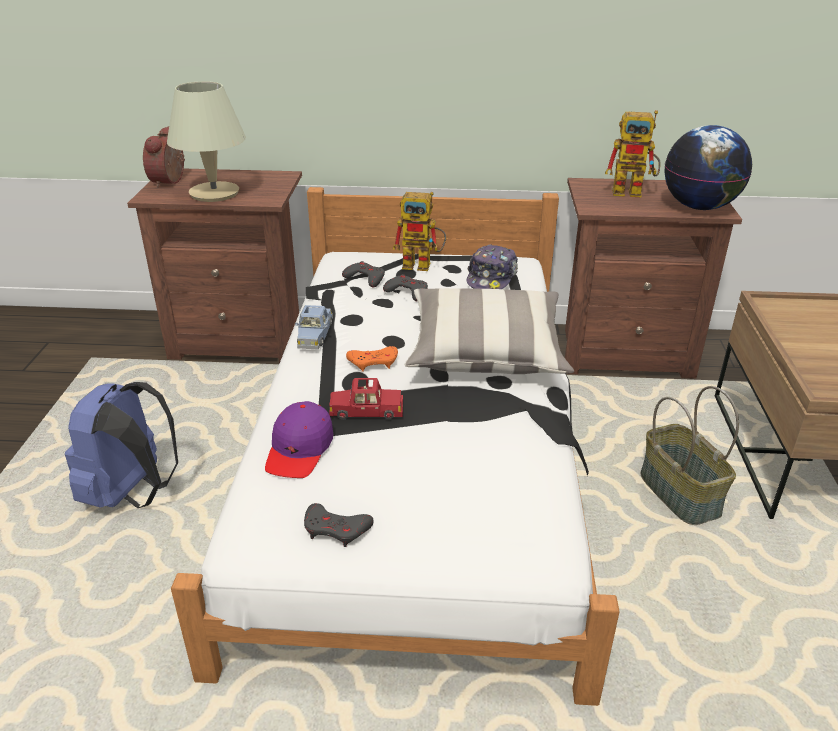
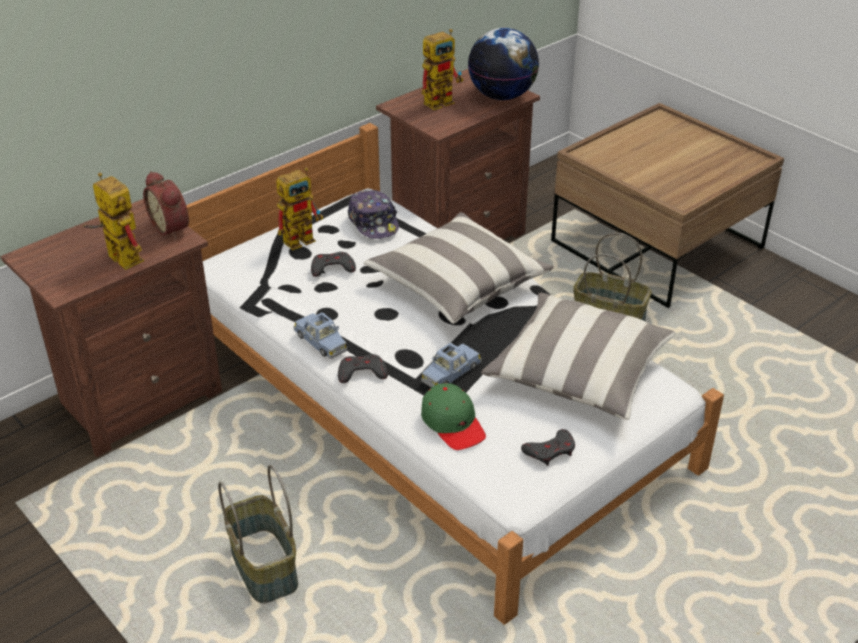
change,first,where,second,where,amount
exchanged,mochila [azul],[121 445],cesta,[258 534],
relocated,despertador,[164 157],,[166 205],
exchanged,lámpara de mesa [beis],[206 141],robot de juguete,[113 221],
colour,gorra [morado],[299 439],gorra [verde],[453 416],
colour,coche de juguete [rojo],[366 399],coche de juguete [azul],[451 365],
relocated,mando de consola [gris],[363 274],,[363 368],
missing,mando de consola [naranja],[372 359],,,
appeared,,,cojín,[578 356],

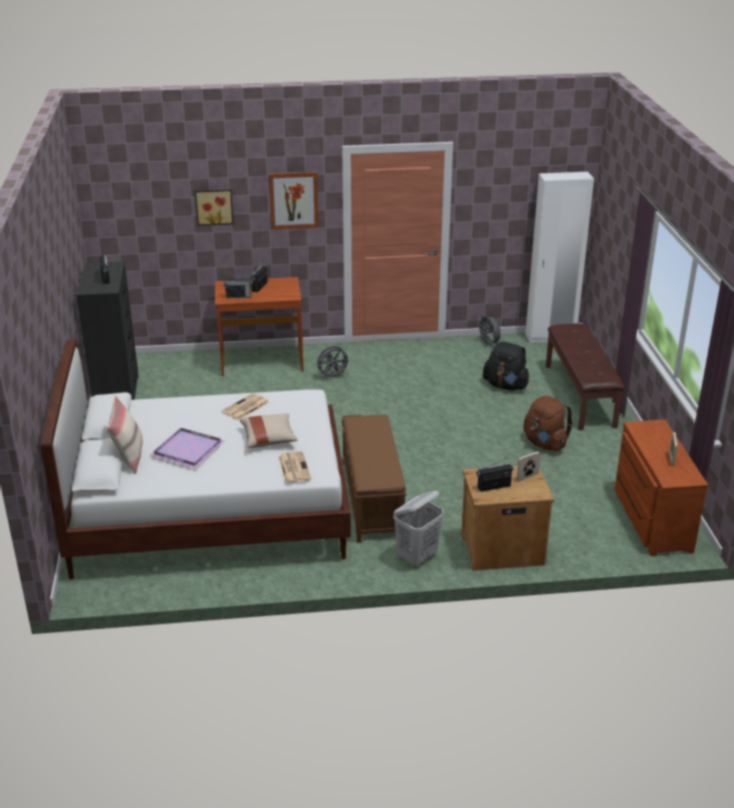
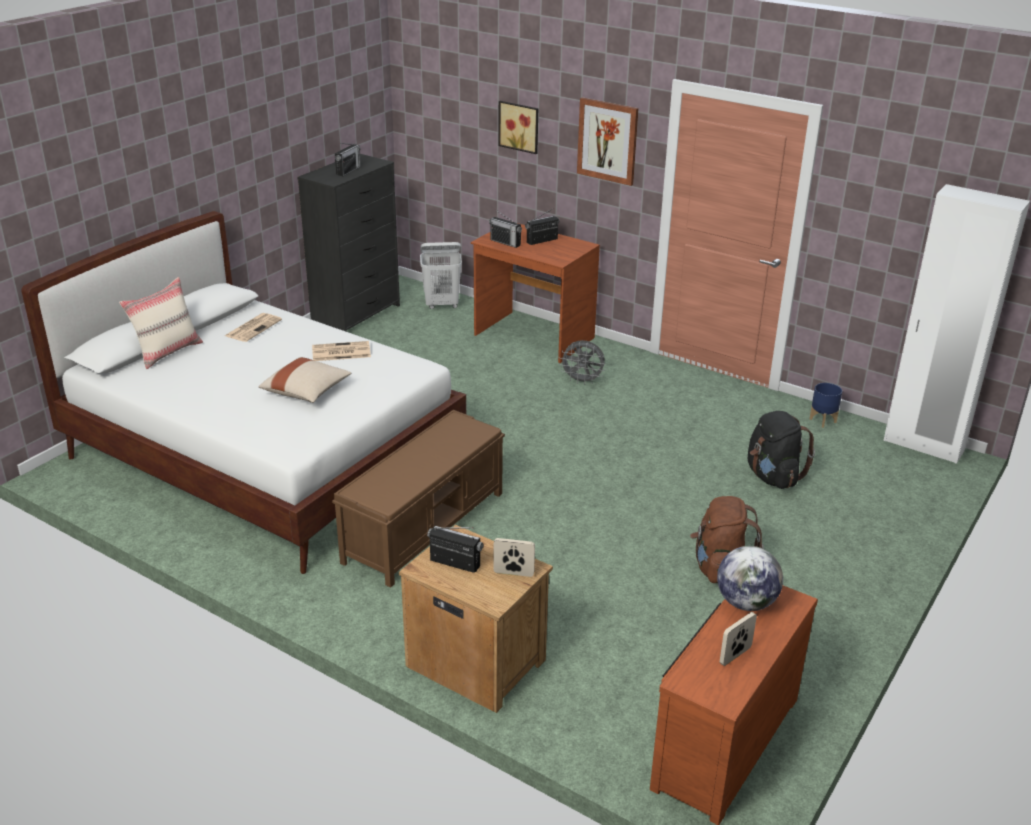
change,first,where,second,where,amount
missing,bandeja [morado],[187 448],,,
relocated,periódico,[294 467],,[253 327],
relocated,cesto de la ropa [blanco],[418 529],,[441 275],
exchanged,ventilador [gris],[489 330],maceta [azul],[825 405],
missing,banco [marrón],[585 377],,,
appeared,,,globo terráqueo,[750 578],

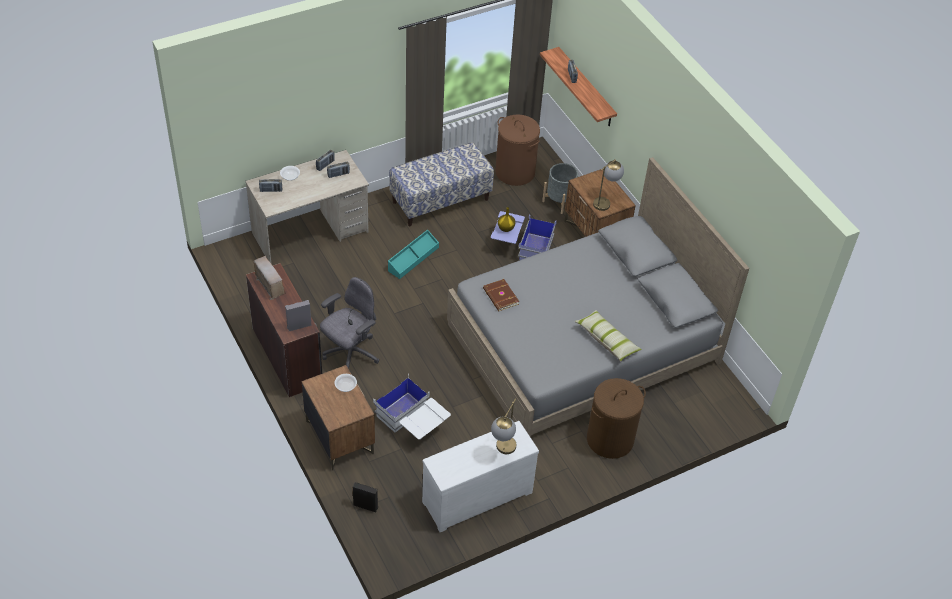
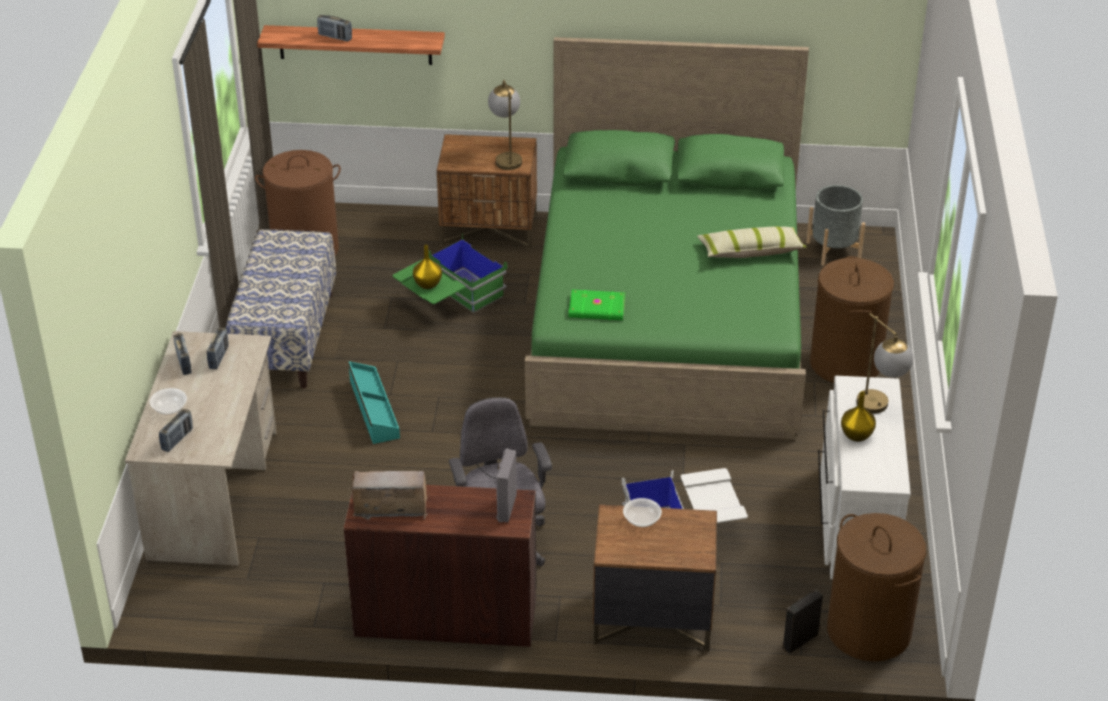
change,first,where,second,where,amount
colour,cama [gris],[598 297],cama [verde],[667 238],
colour,libro [marrón],[501 295],libro [verde],[596 305],
colour,caja de almacenaje [azul],[524 235],caja de almacenaje [verde],[450 273],
relocated,maceta [gris],[560 188],,[835 225],
appeared,,,cesto de la ropa [marrón],[876 587],
appeared,,,florero [amarillo],[858 416],

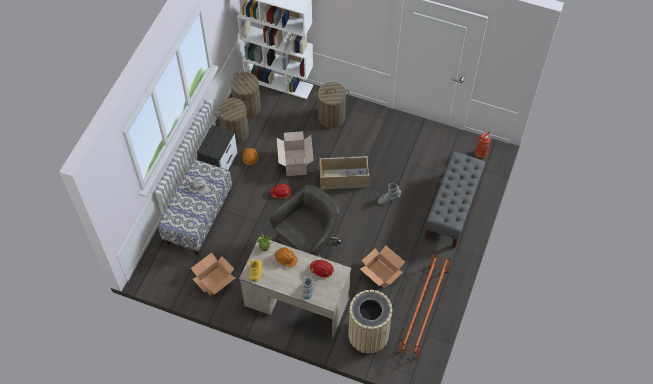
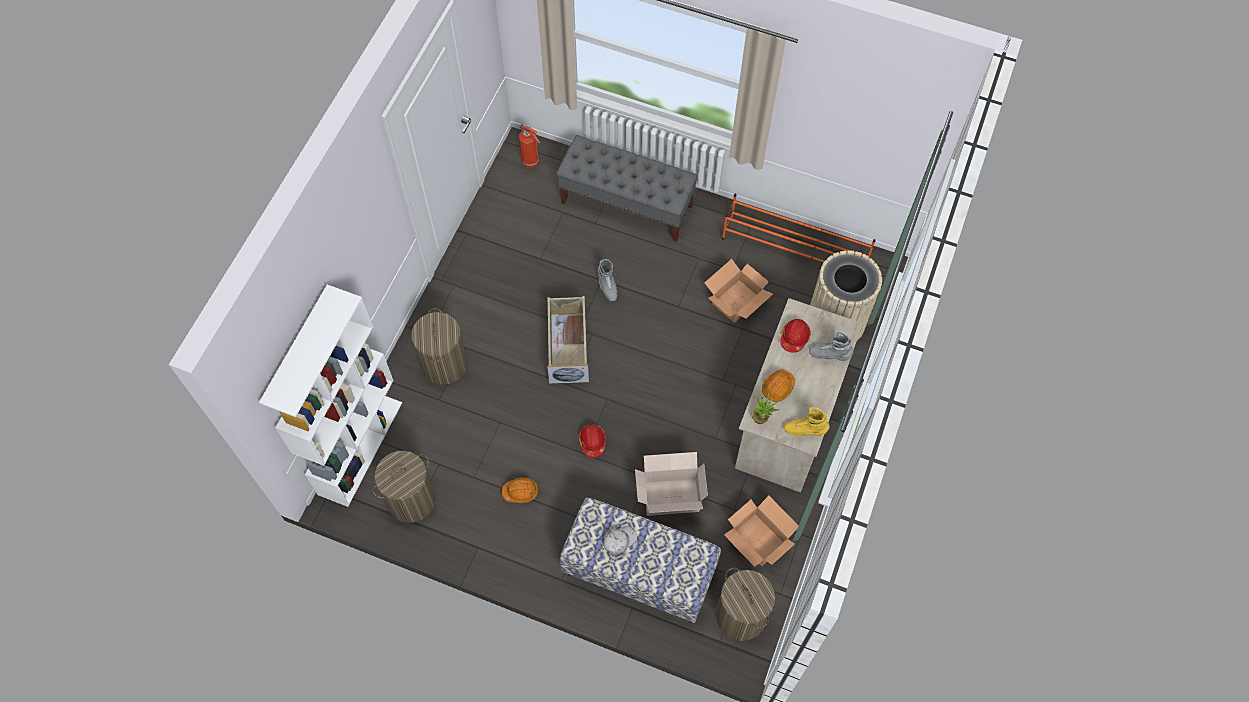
change,first,where,second,where,amount
missing,mesita de noche,[217 147],,,
relocated,cesto de la ropa,[232 121],,[745 604],
missing,silla de oficina [gris],[306 221],,,
relocated,caja de cartón,[295 153],,[671 484],

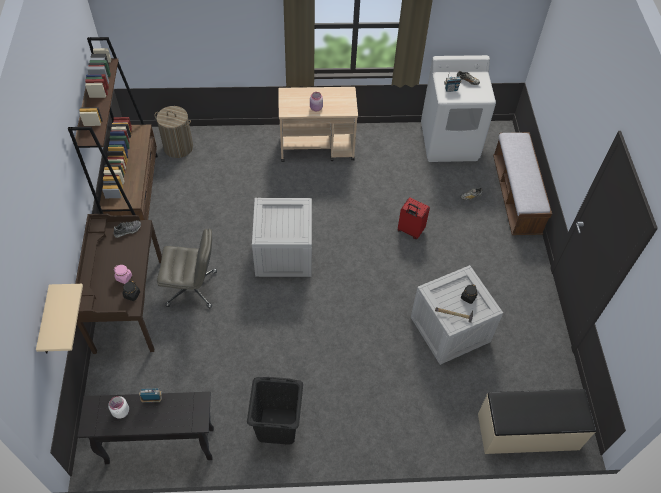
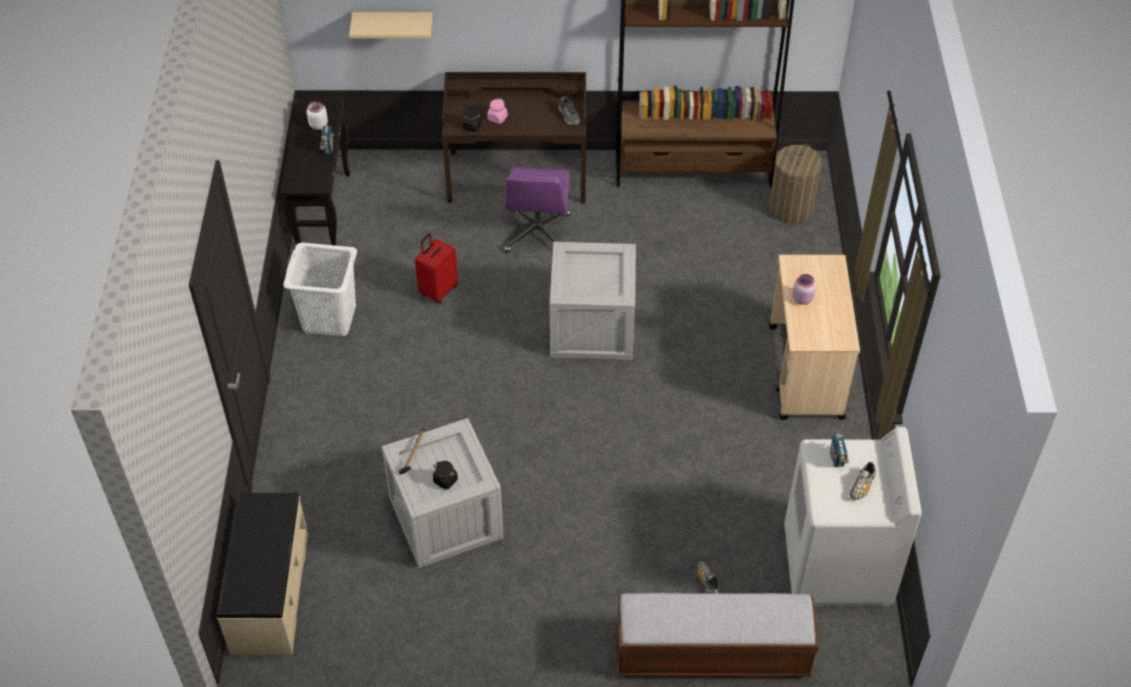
change,first,where,second,where,amount
colour,silla de oficina [gris],[187 269],silla de oficina [morado],[537 210],
colour,cesto de la ropa [negro],[275 411],cesto de la ropa [blanco],[320 289],
relocated,maleta [rojo],[414 218],,[436 268],

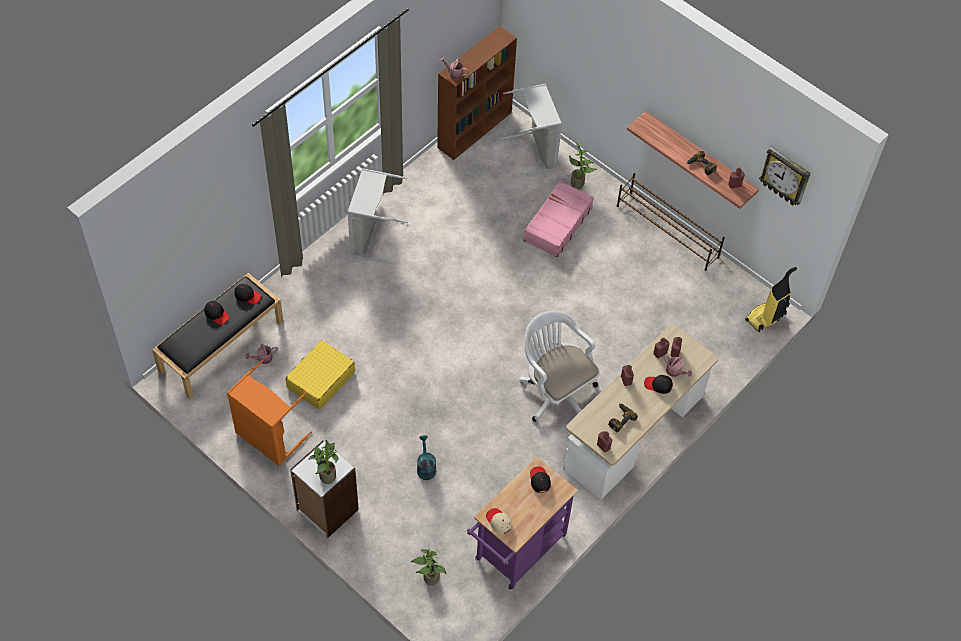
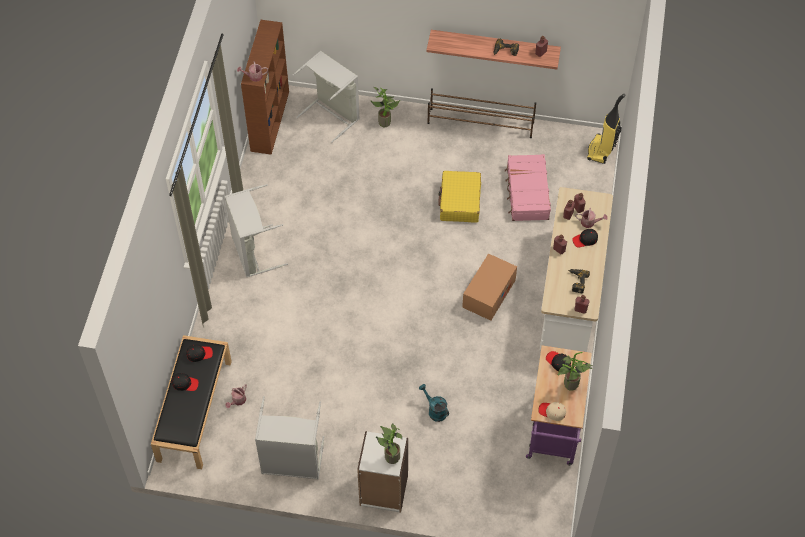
change,first,where,second,where,amount
colour,cesto de la ropa [naranja],[269 413],cesto de la ropa [gris],[289 437],
relocated,maleta [amarillo],[320 375],,[459 197],
relocated,planta en maceta,[429 567],,[575 371],
exchanged,silla de oficina [blanco],[559 366],caja de cartón,[489 287],
relocated,maleta [rosa],[558 219],,[528 187],
missing,reloj de pared,[785 176],,,

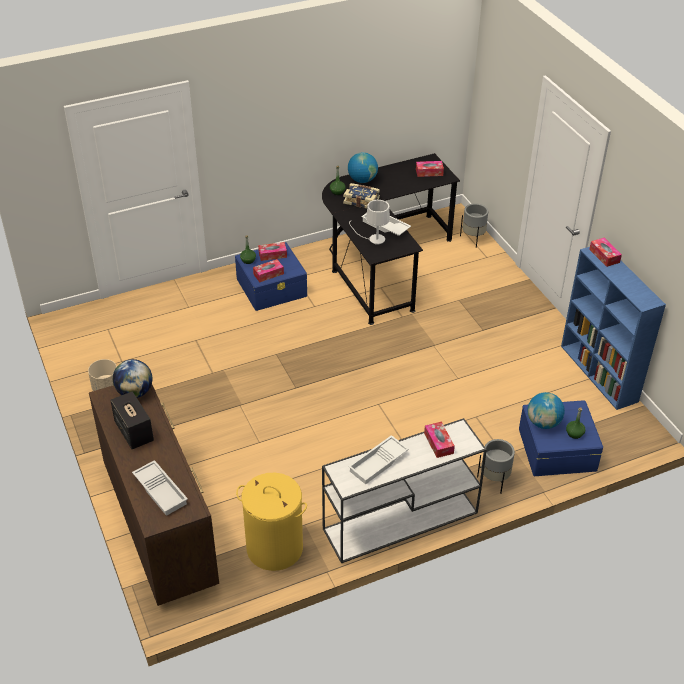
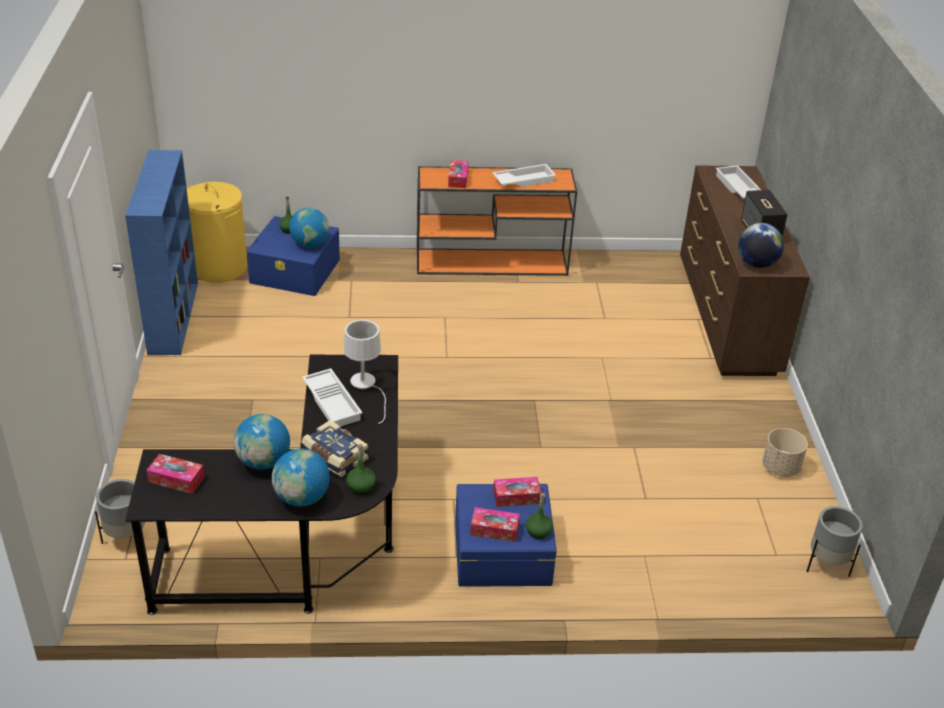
change,first,where,second,where,amount
relocated,cesto de la ropa [amarillo],[271 522],,[217 232],
colour,mesa consola [blanco],[404 491],mesa consola [naranja],[497 221],
relocated,maceta [gris],[496 466],,[835 541],
missing,caja de pañuelos,[605 252],,,
appeared,,,globo terráqueo,[262 442],

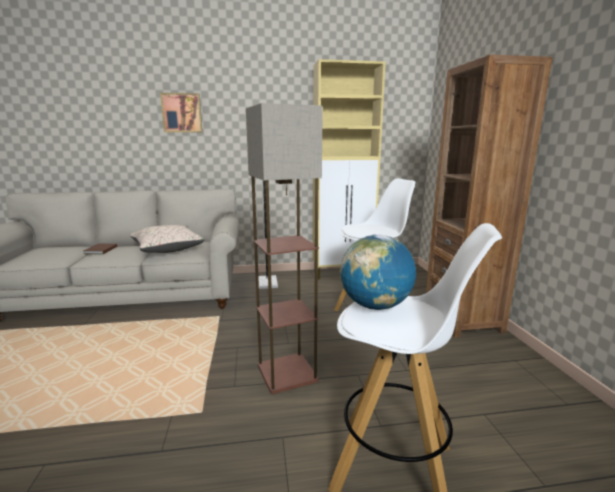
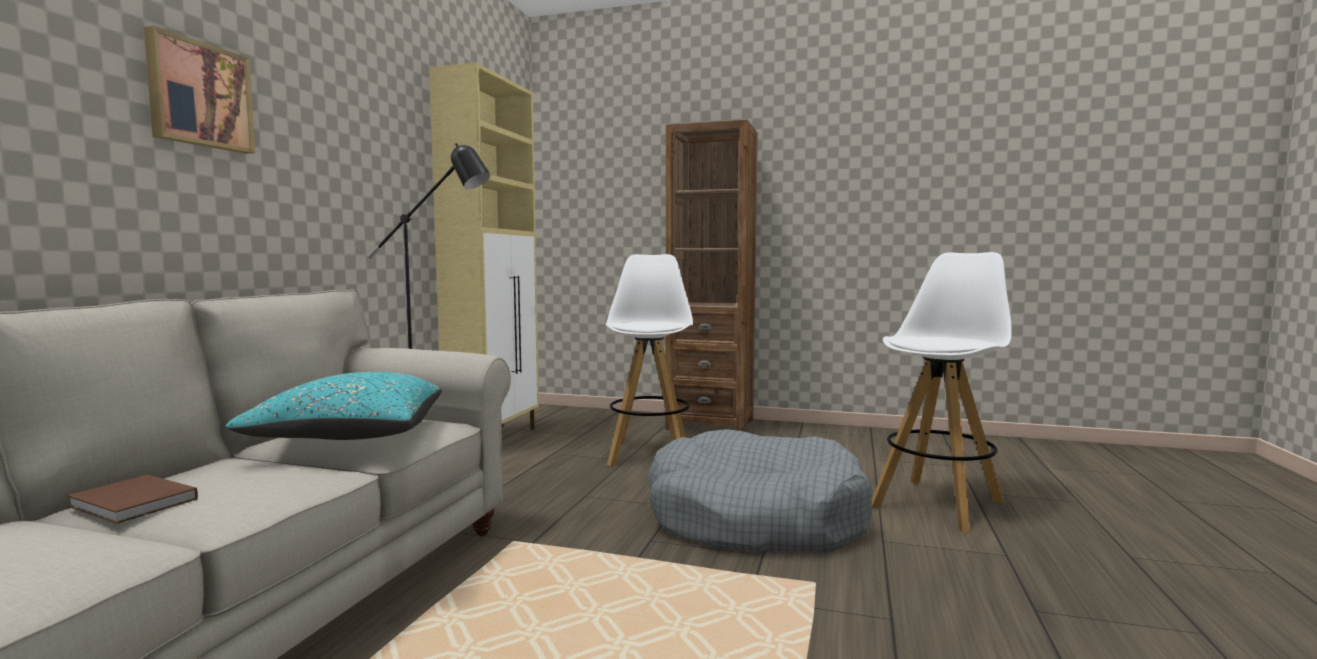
change,first,where,second,where,amount
colour,cojín [beis],[167 239],cojín [turquesa],[333 406],
exchanged,lámpara de pie,[284 248],cama para perro [gris],[760 490],
missing,globo terráqueo,[378 272],,,

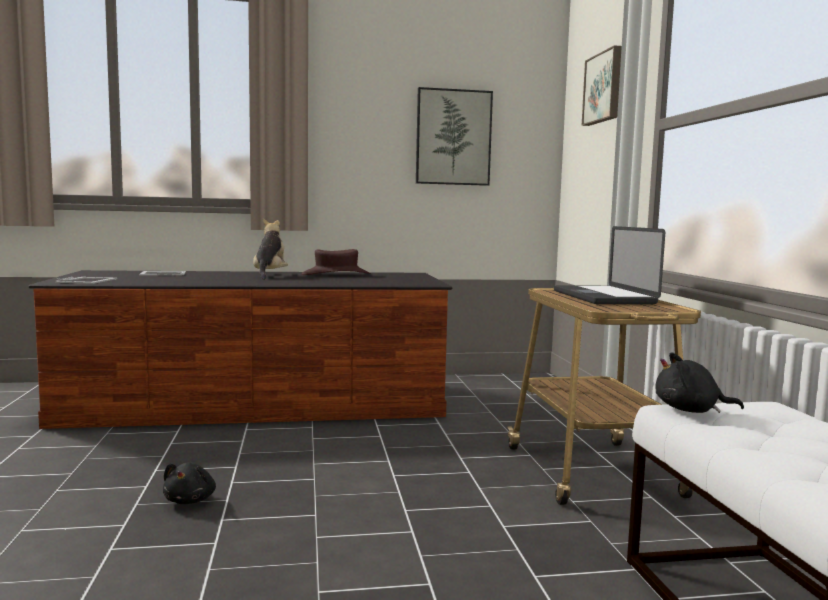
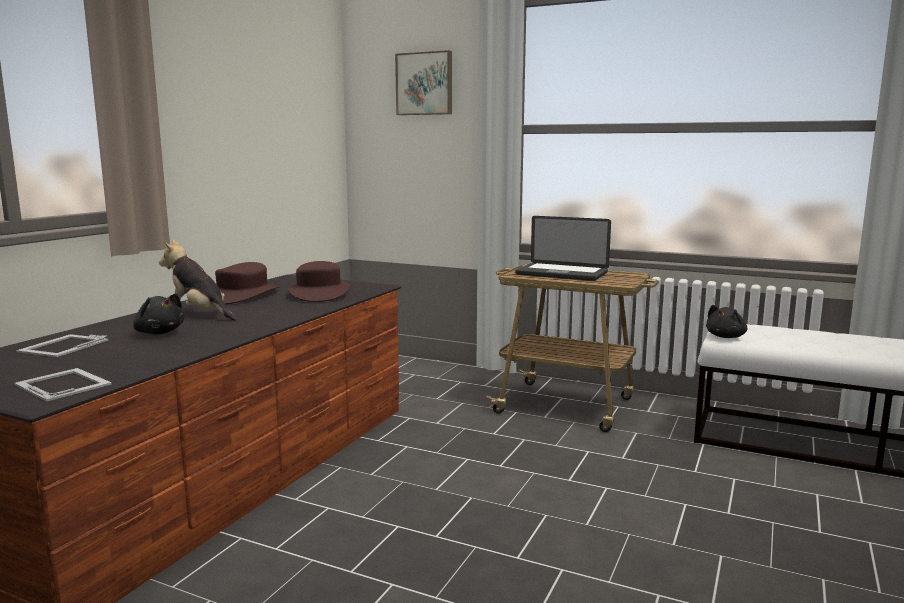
change,first,where,second,where,amount
relocated,peluche [negro],[189 483],,[158 314],
missing,cuadro,[454 136],,,
appeared,,,sombrero [marrón],[318 281],

